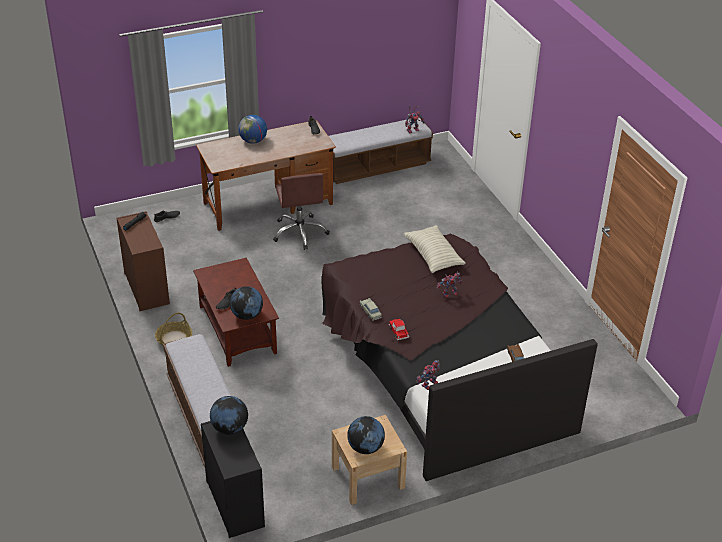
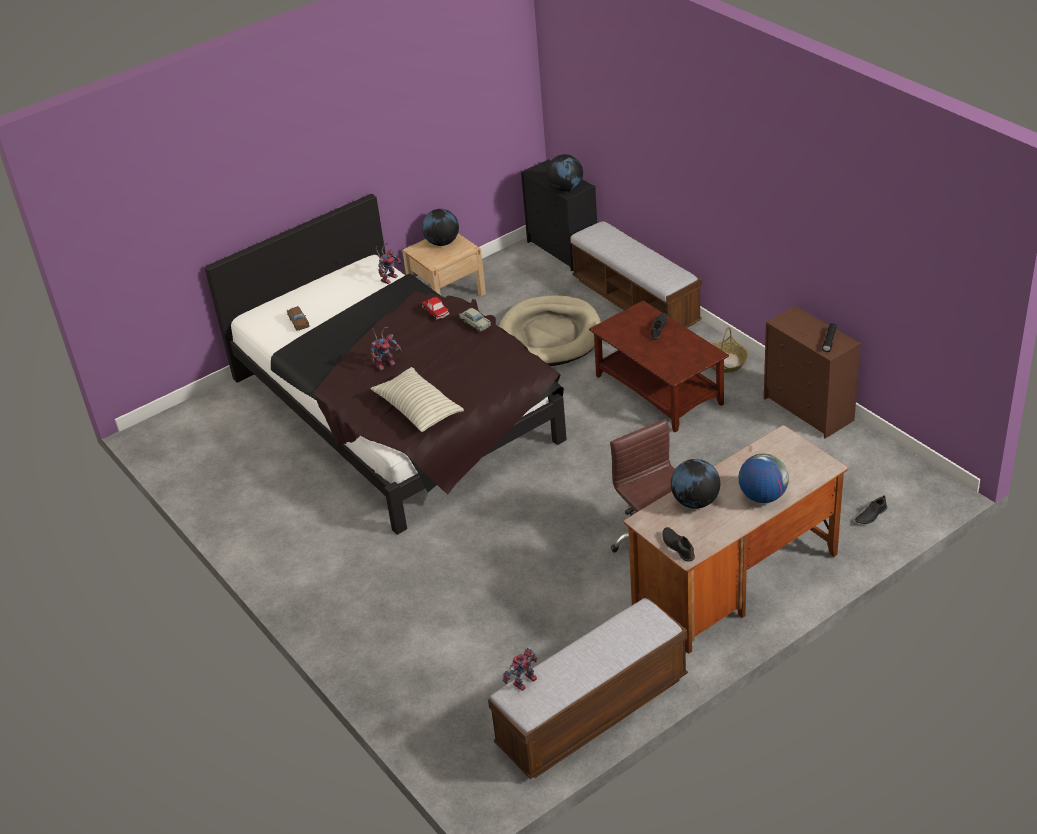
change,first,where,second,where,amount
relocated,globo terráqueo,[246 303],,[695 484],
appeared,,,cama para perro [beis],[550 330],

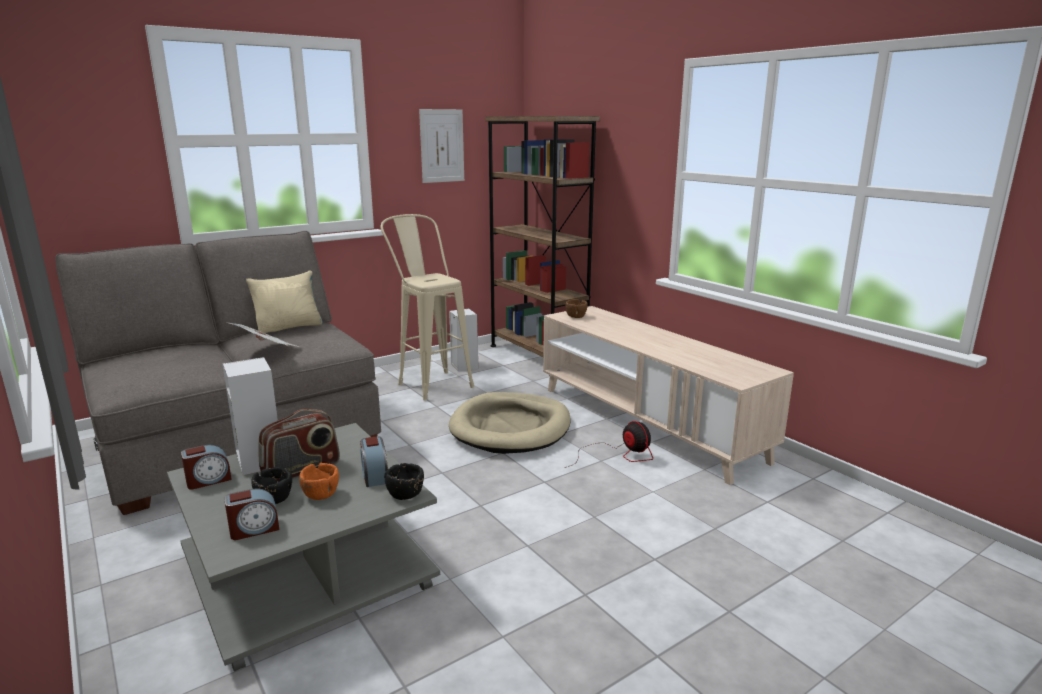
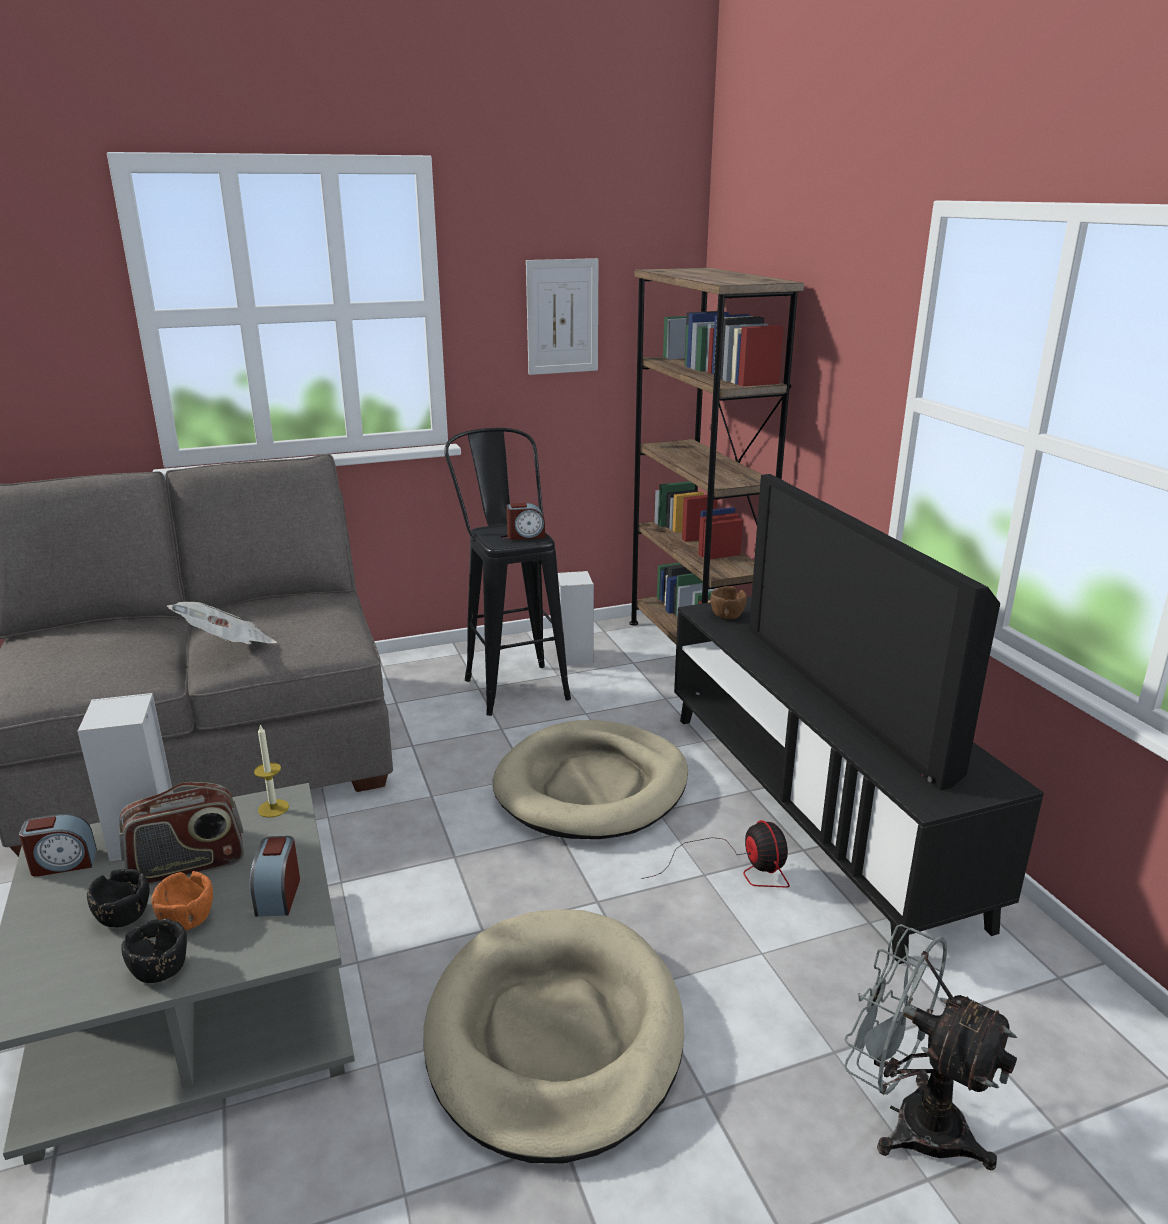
change,first,where,second,where,amount
relocated,despertador,[251 514],,[525 521],
missing,cojín [beis],[284 301],,,
colour,taburete [beis],[427 307],taburete [negro],[507 572],
relocated,cuenco [negro],[404 481],,[154 950],
colour,mueble de televisión [beis],[668 395],mueble de televisión [negro],[859 780],
appeared,,,vela,[271 771],
appeared,,,cama para perro [beis],[553 1036],
appeared,,,televisor,[874 632],
appeared,,,ventilador [gris],[930 1047],

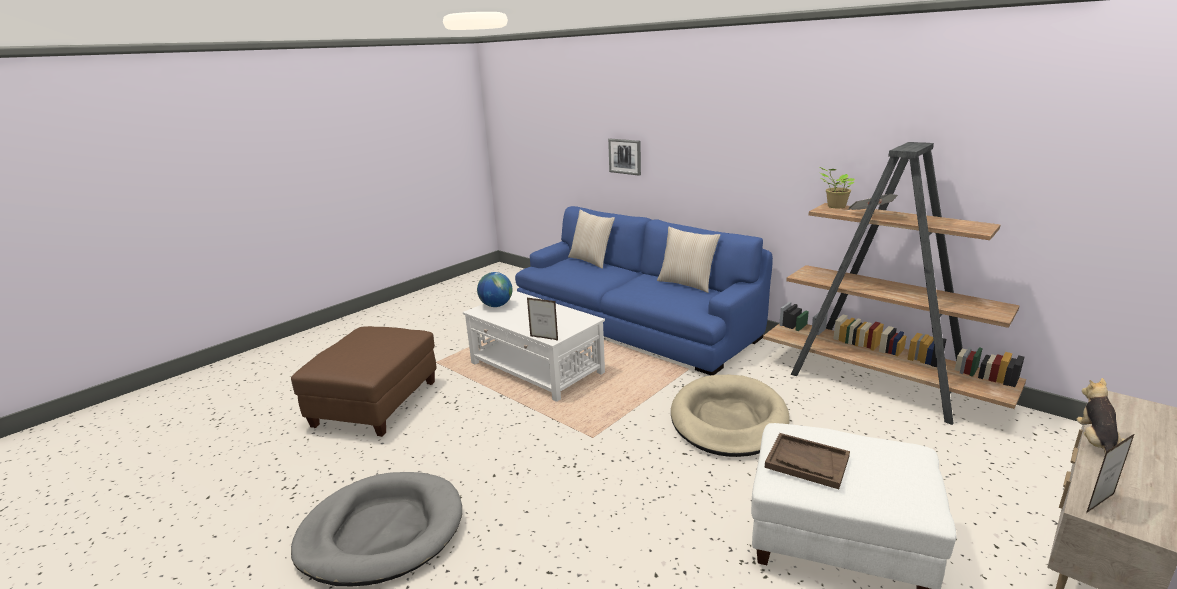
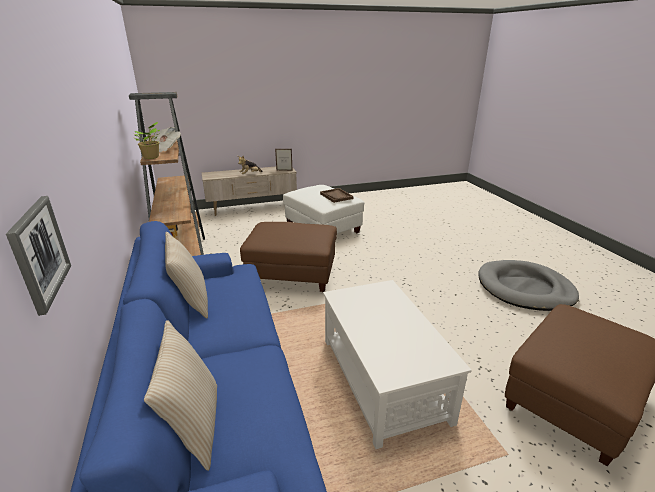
change,first,where,second,where,amount
missing,globo terráqueo,[494 289],,,
missing,portarretratos,[542 319],,,
exchanged,cama para perro [beis],[730 416],puf [marrón],[288 257],

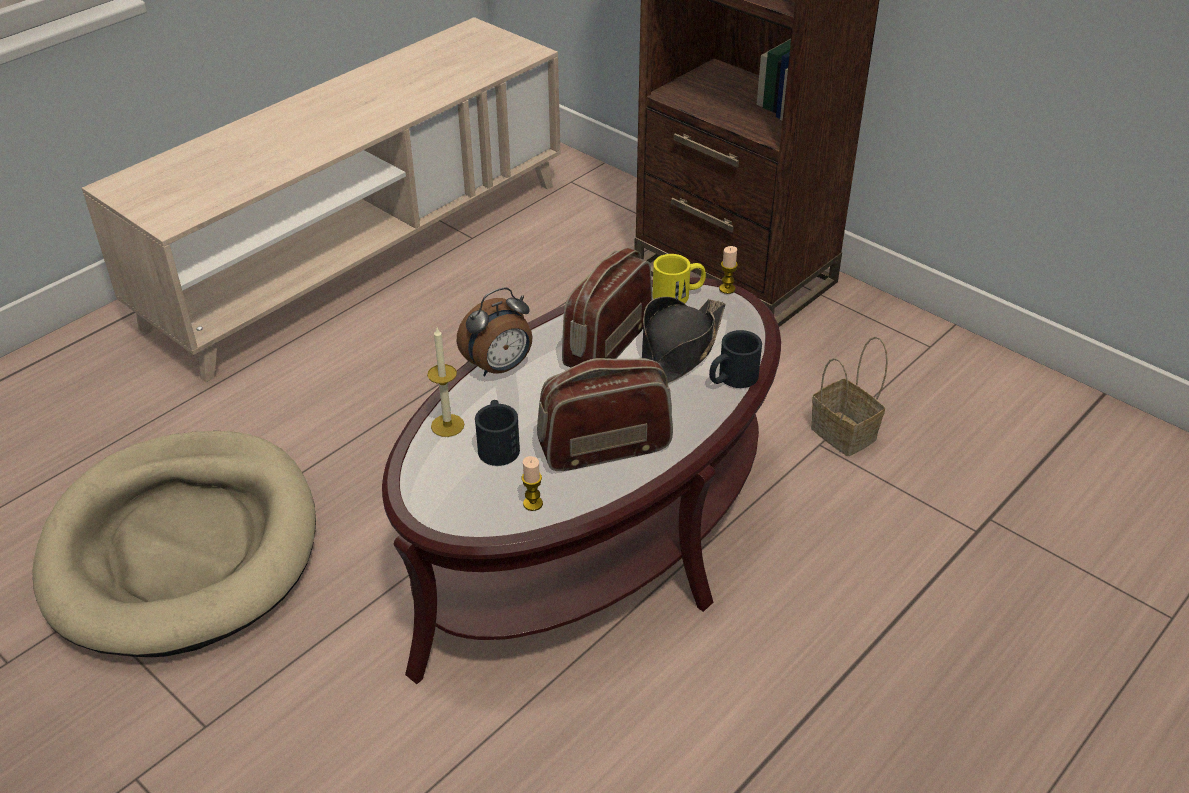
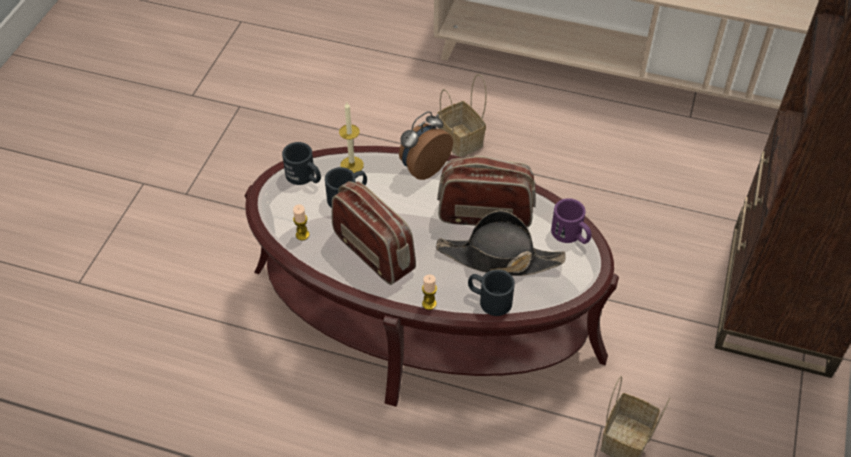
change,first,where,second,where,amount
missing,cama para perro [beis],[174 544],,,
spun,despertador,[495 331],,[426 145],105 degrees clockwise
colour,taza grande [amarillo],[679 278],taza grande [morado],[571 221],
relocated,vela,[728 270],,[429 292],
appeared,,,taza grande [negro],[301 163],
appeared,,,cesta,[462 115],

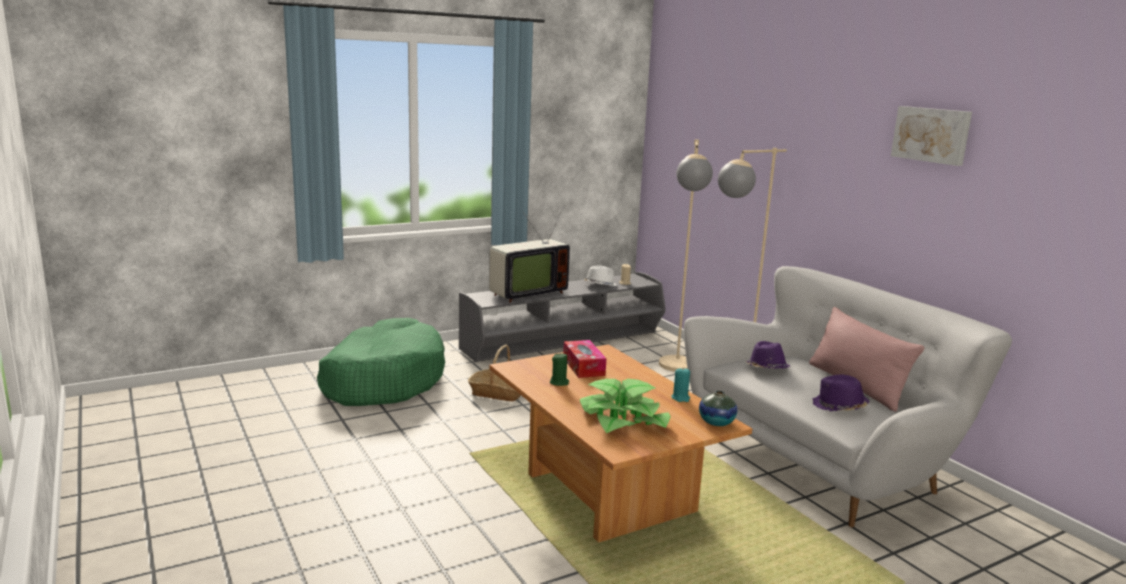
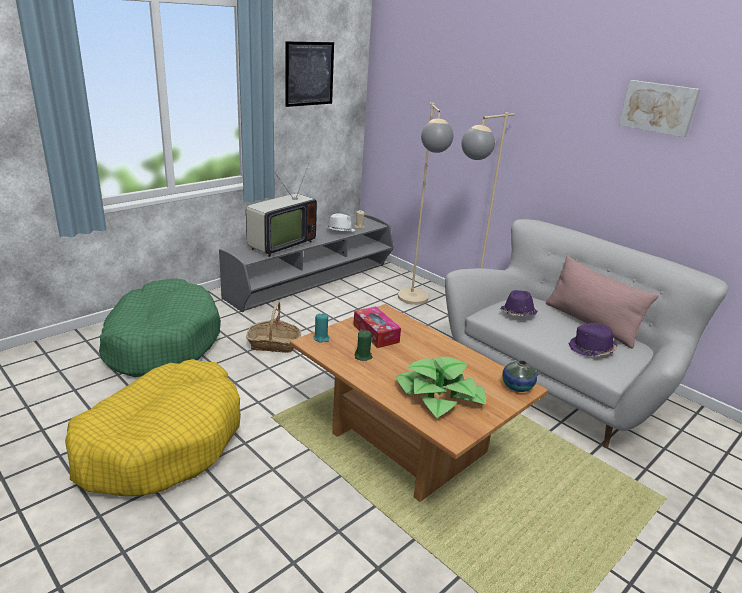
change,first,where,second,where,amount
relocated,vela [turquesa],[680 384],,[321 328],
appeared,,,cama para perro [amarillo],[153 427],
appeared,,,cuadro,[310 74],

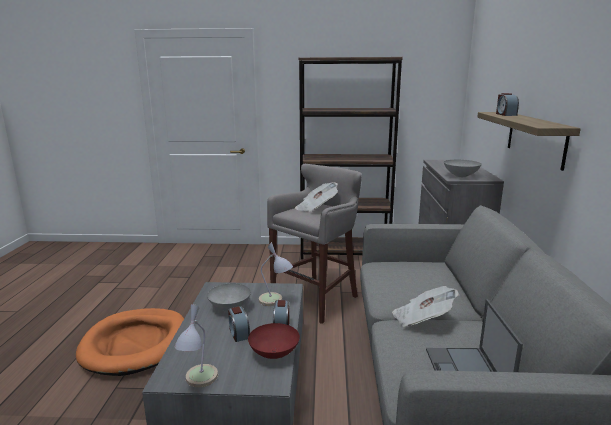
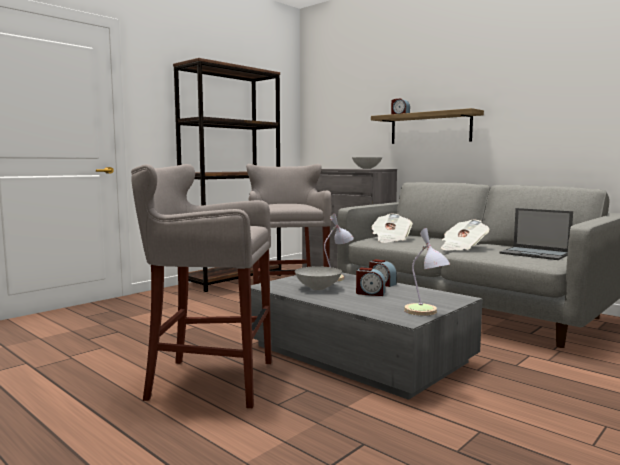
change,first,where,second,where,amount
exchanged,cama para perro [naranja],[130 342],taburete [gris],[201 286],
missing,cuenco [rojo],[274 341],,,
relocated,periódico,[316 197],,[392 228],

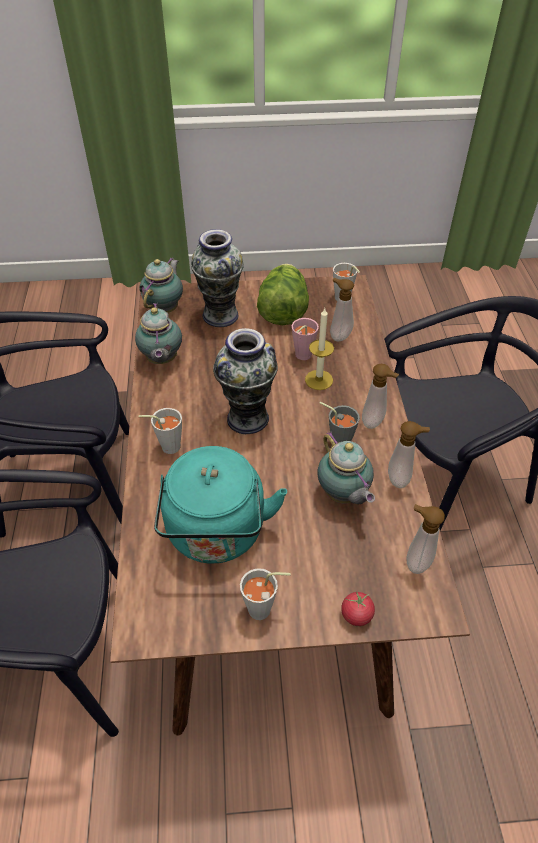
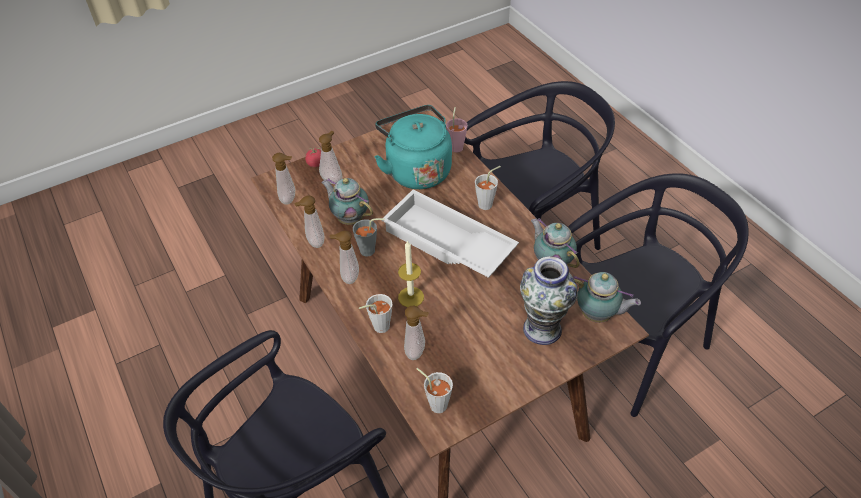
change,first,where,second,where,amount
spun,tetera,[161 285],,[606 297],60 degrees counterclockwise
exchanged,florero,[245 381],bandeja [blanco],[450 233],
relocated,taza [gris],[265 594],,[375 313],
missing,lechuga,[283 294],,,
relocated,taza [rosa],[305 339],,[456 130],
appeared,,,dispensador de jabón,[331 157],

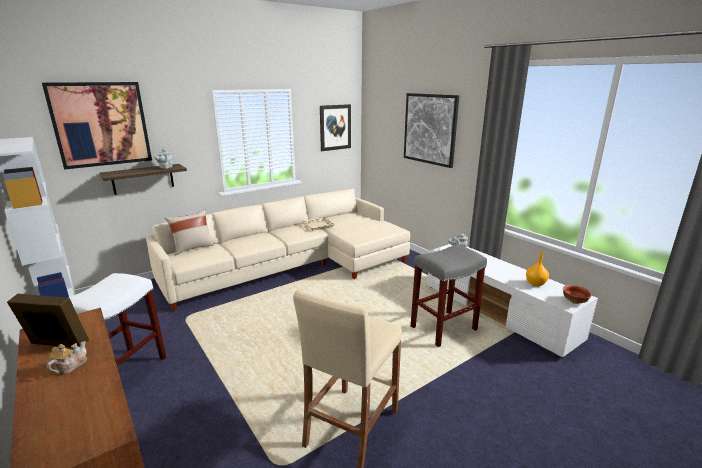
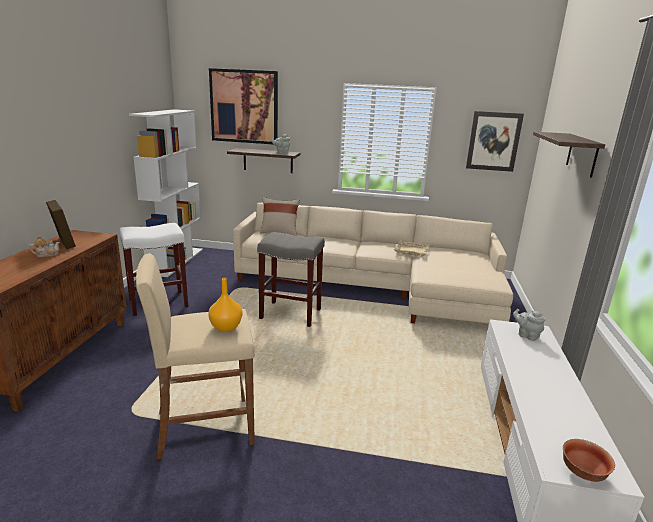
change,first,where,second,where,amount
exchanged,cuadro,[431 130],estante,[569 154],
relocated,taburete [gris],[449 296],,[291 279],
relocated,florero [naranja],[537 269],,[225 305],

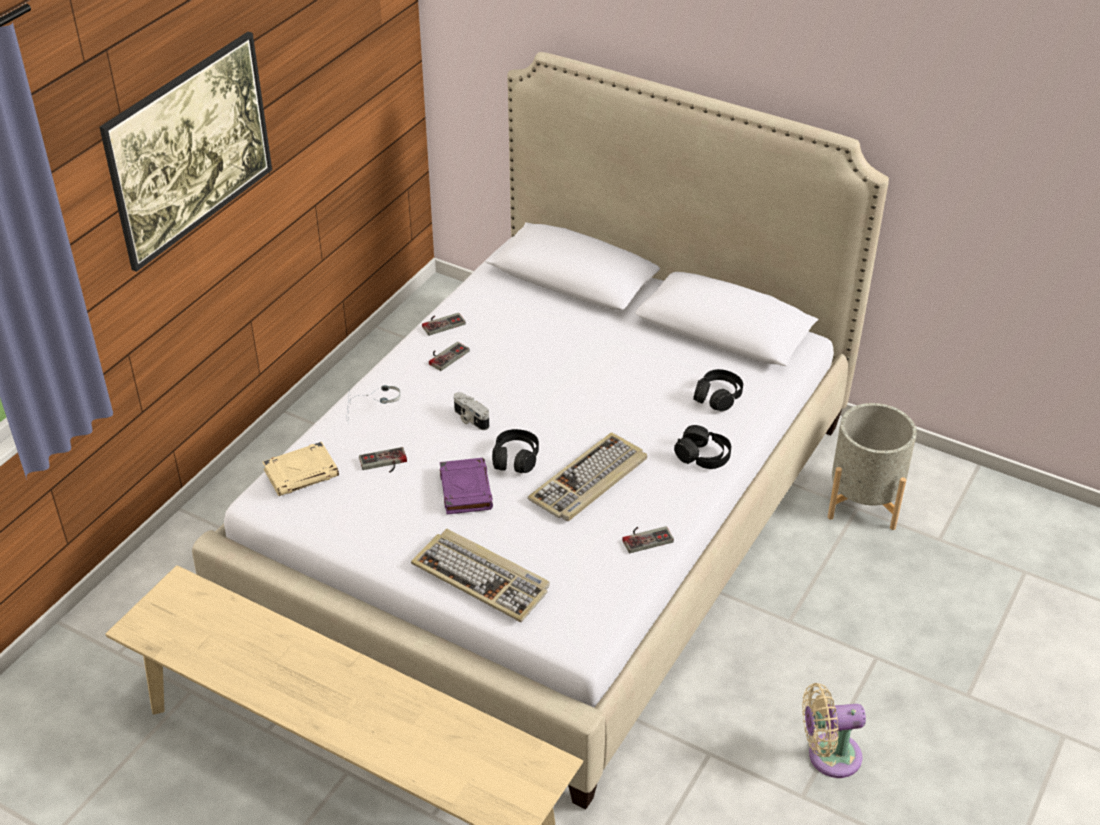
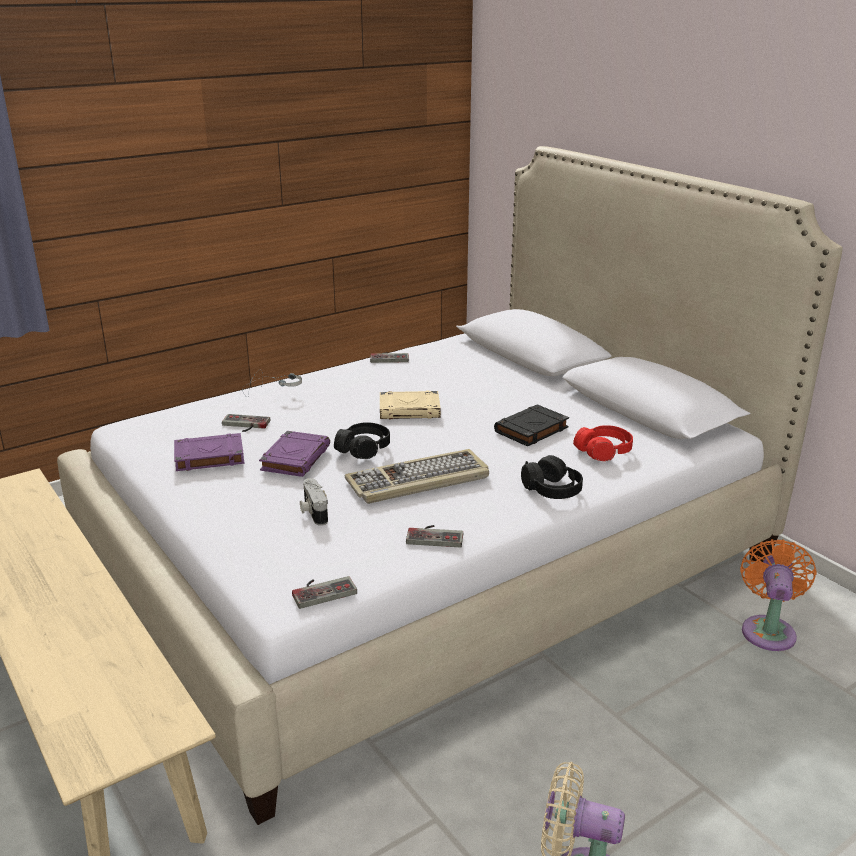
change,first,where,second,where,amount
missing,cuadro,[185 152],,,
relocated,libro [beis],[300 469],,[410 405],
missing,teclado,[480 575],,,
relocated,mando de consola,[449 356],,[324 592],
relocated,cámara,[471 411],,[314 502],
colour,auriculares [negro],[718 390],auriculares [rojo],[603 443],
exchanged,maceta [gris],[872 466],ventilador [naranja],[778 595],
appeared,,,libro [morado],[209 452],
appeared,,,libro [negro],[531 425],

